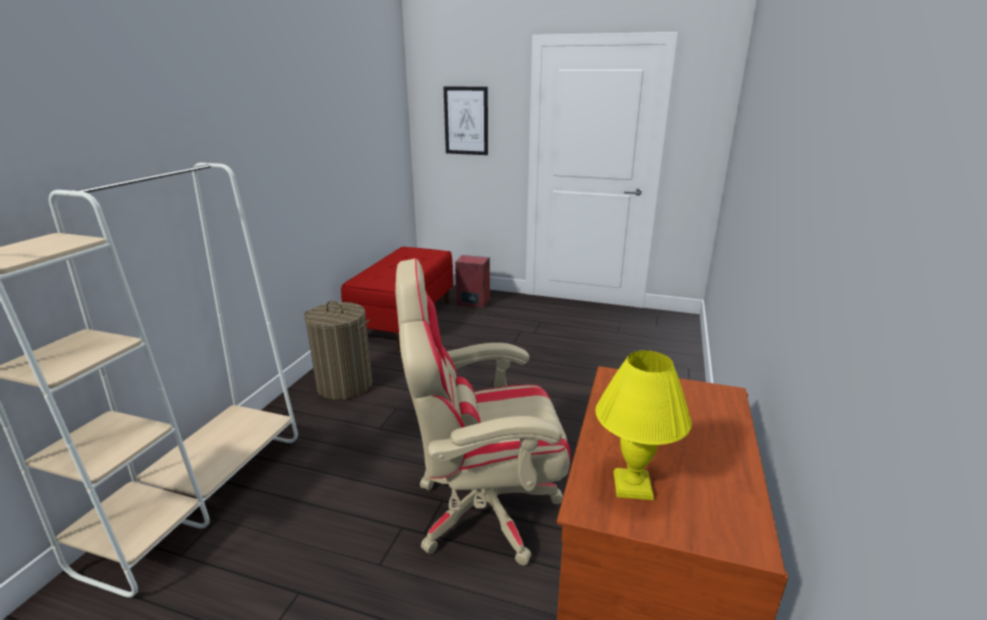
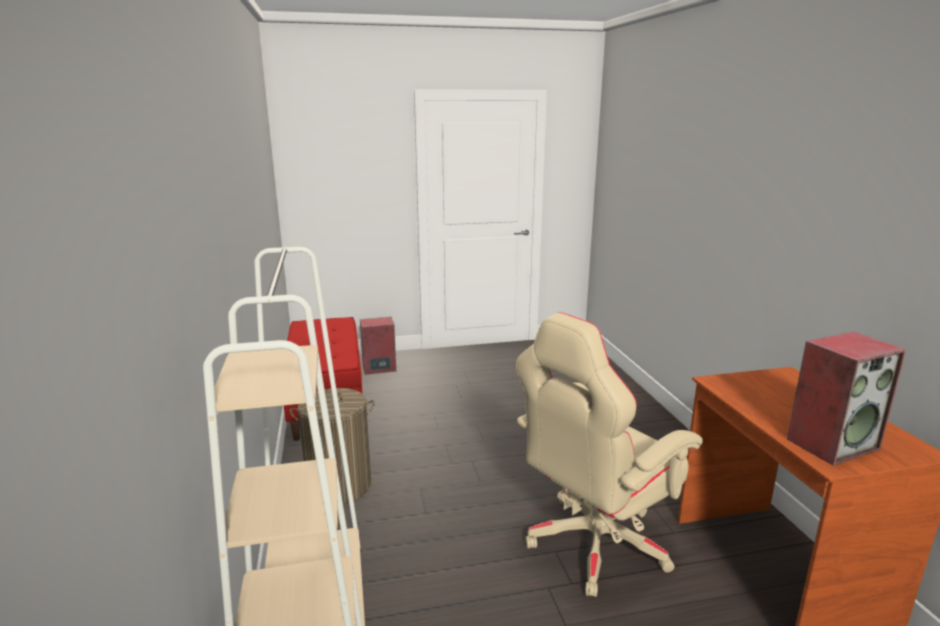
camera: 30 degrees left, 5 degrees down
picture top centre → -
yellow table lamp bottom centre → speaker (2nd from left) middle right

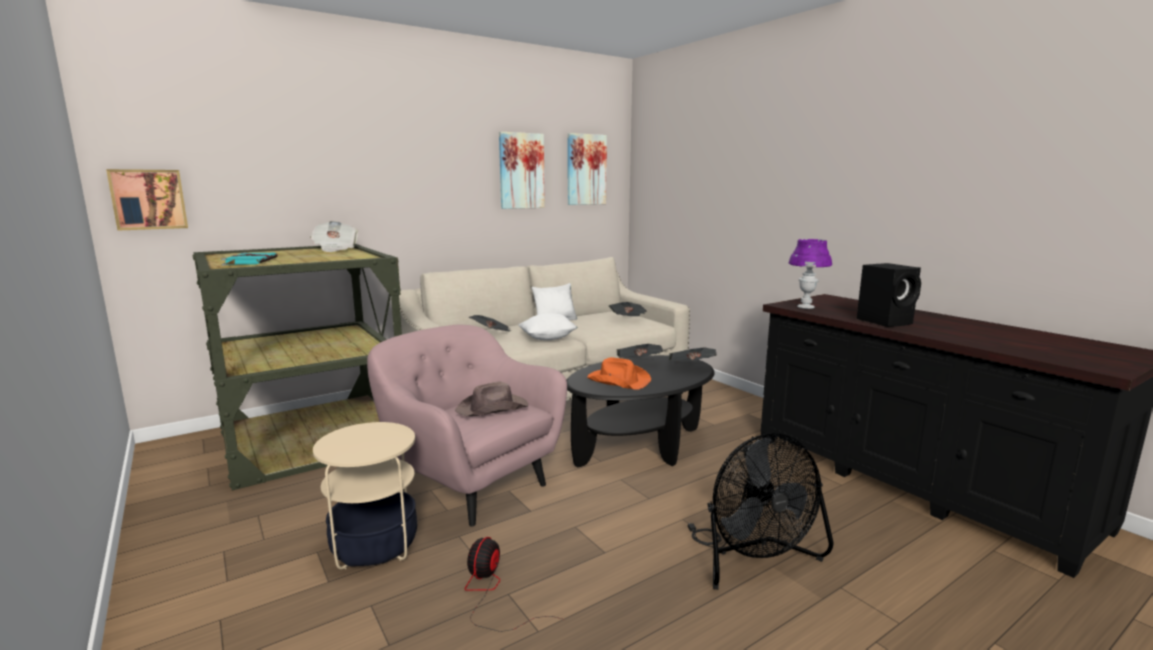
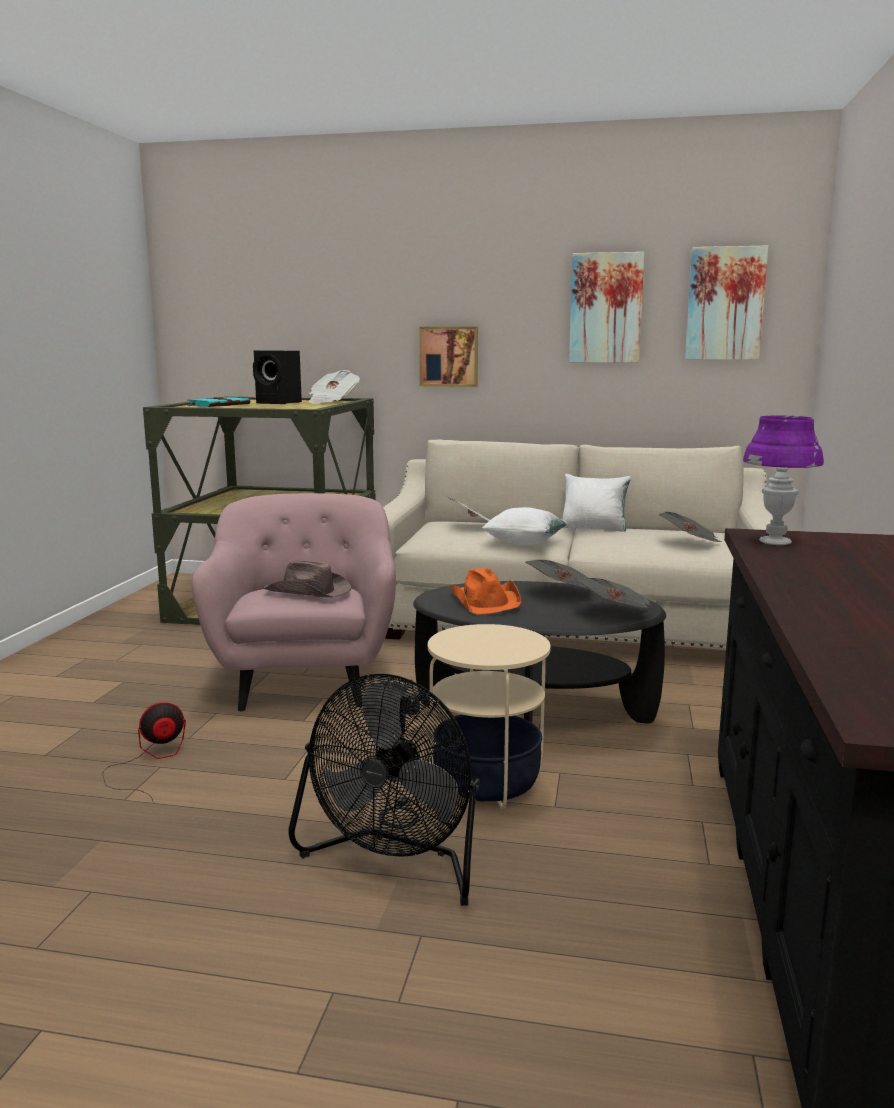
camera: 45 degrees right, 0 degrees up
picture (1st from left) top left → picture (1st from left) top centre, moved
black speaker middle right → black speaker middle left, moved
beige side table bottom left → beige side table centre, moved

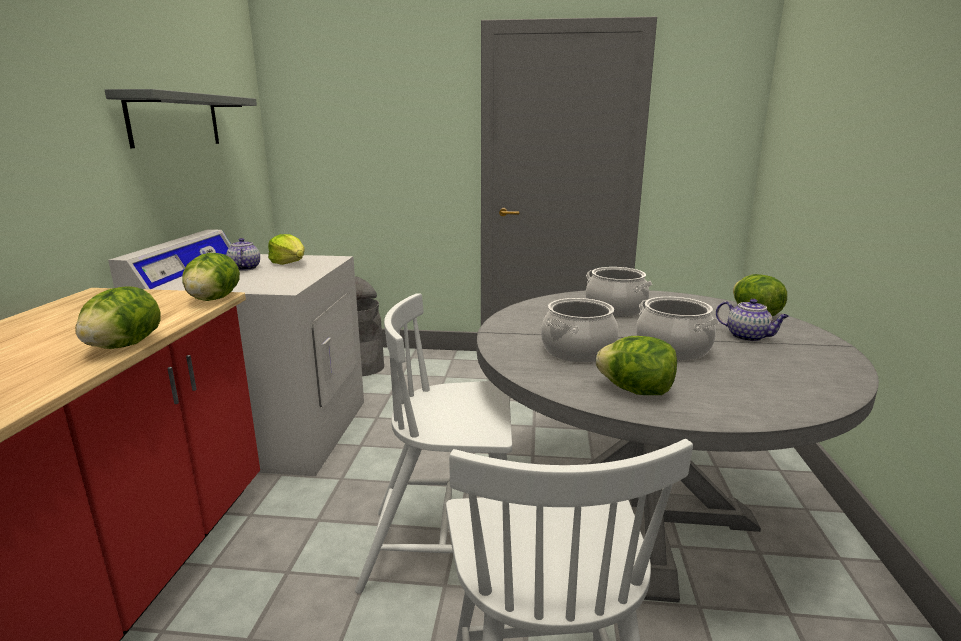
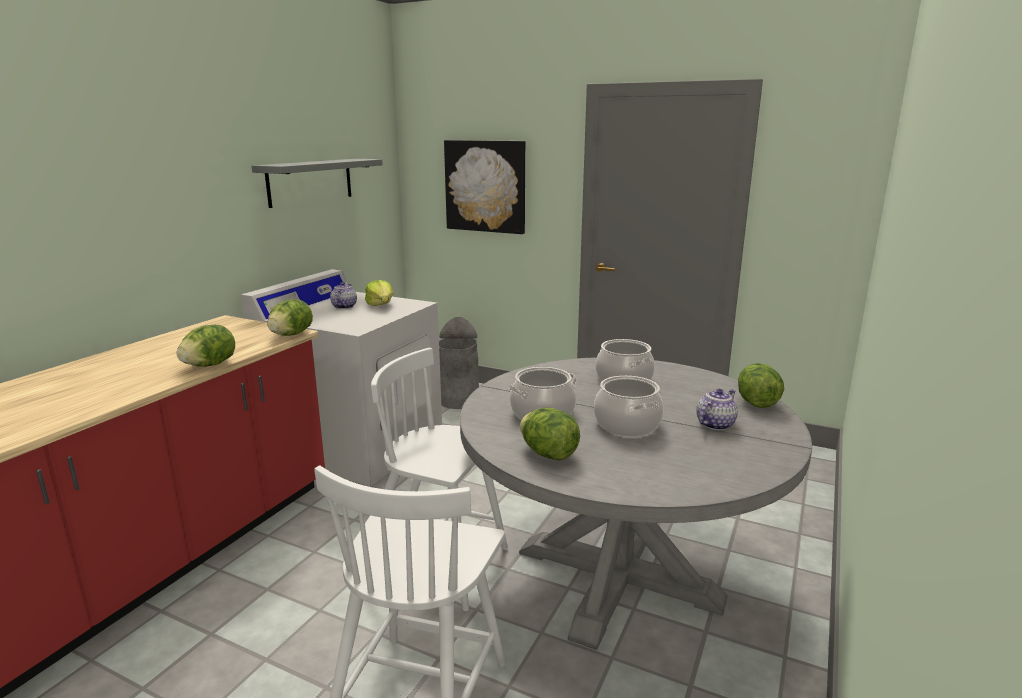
camera: 20 degrees right, 0 degrees up
teapot (2nd from left) middle right, 105 degrees counterclockwise
- → picture top centre

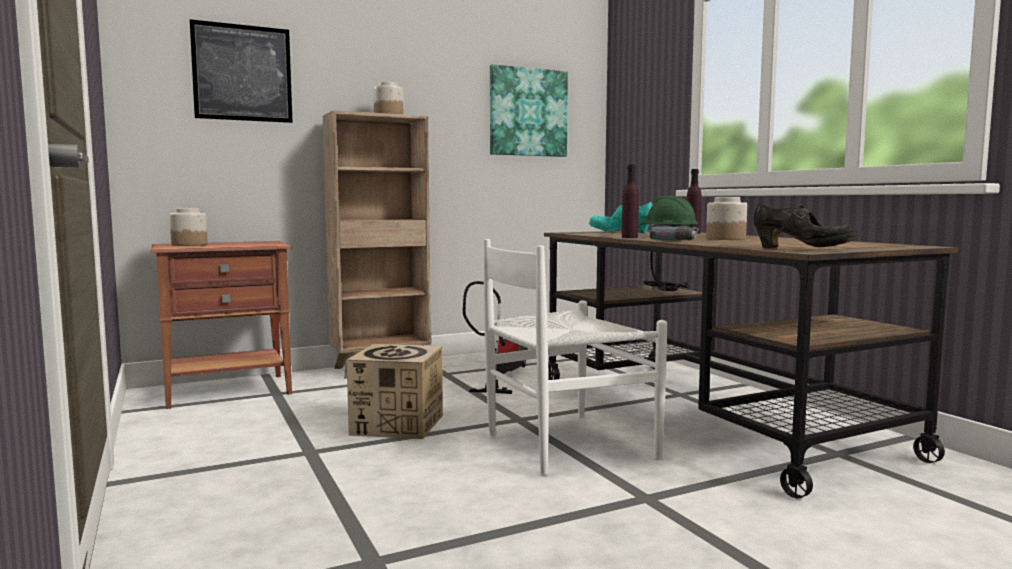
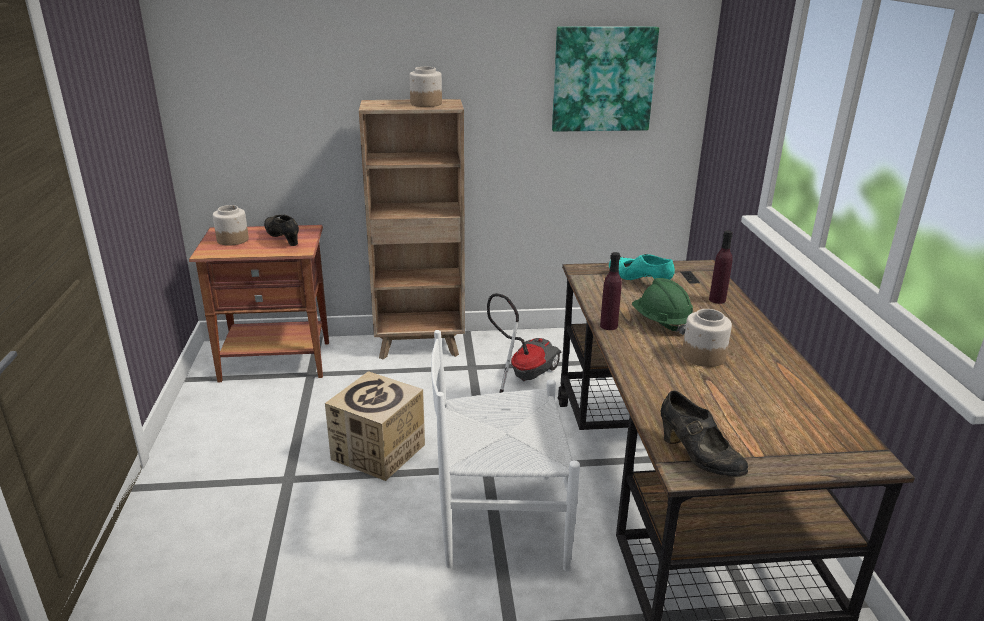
camera: 20 degrees right, 20 degrees up
picture (1st from left) top left → -
power drill centre → -
- → black shoe (1st from left) middle left

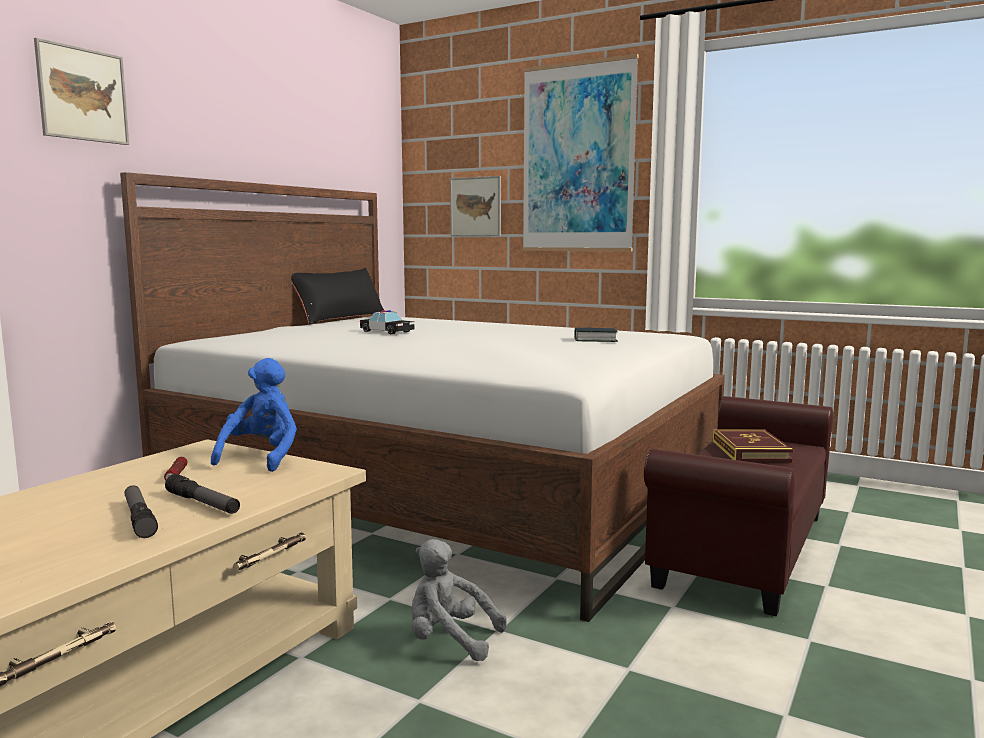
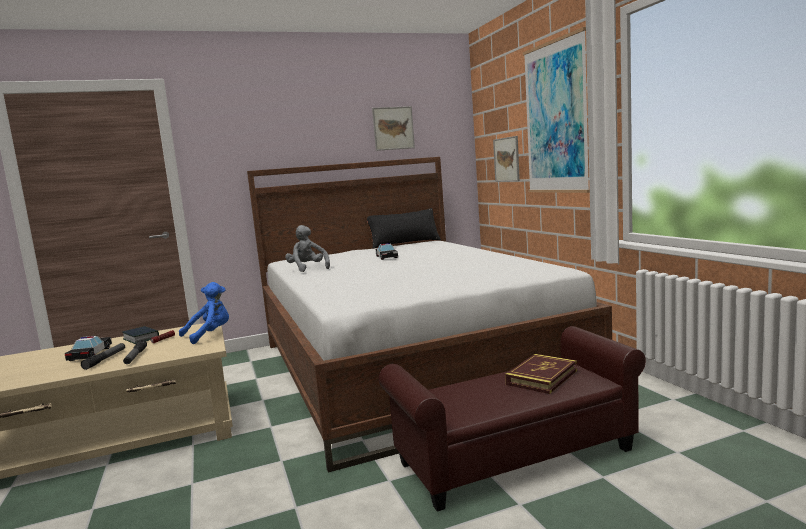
camera: 40 degrees right, 0 degrees up
picture (1st from left) top left → picture (1st from left) top centre, moved
book (1st from left) centre → book (1st from left) middle left, moved
grey plush toy bottom centre → grey plush toy centre, moved
- → toy car (1st from left) middle left

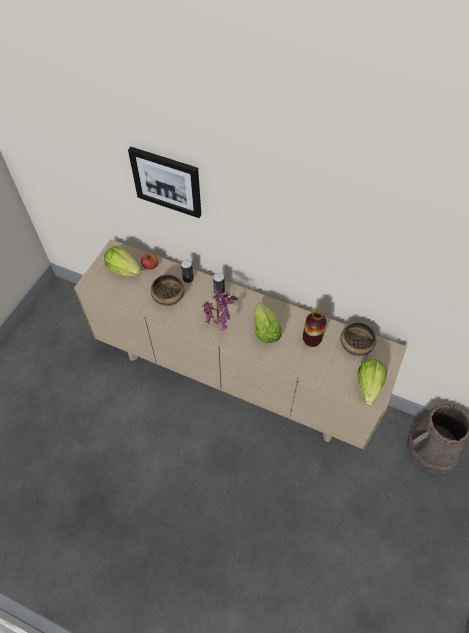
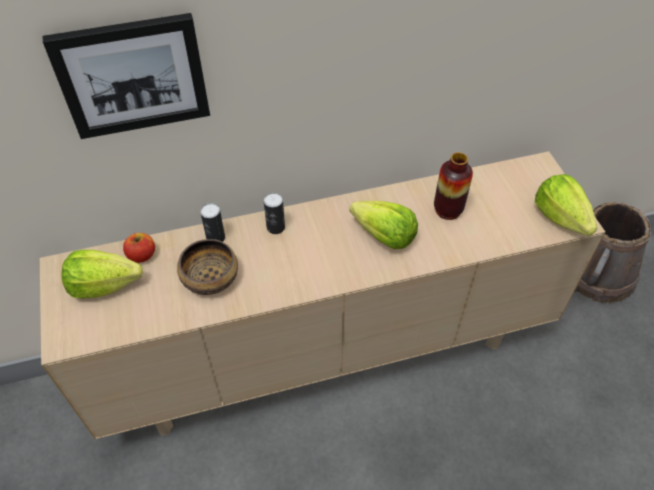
camera: 40 degrees left, 5 degrees down
potted plant centre → -
bowl (2nd from left) middle right → -

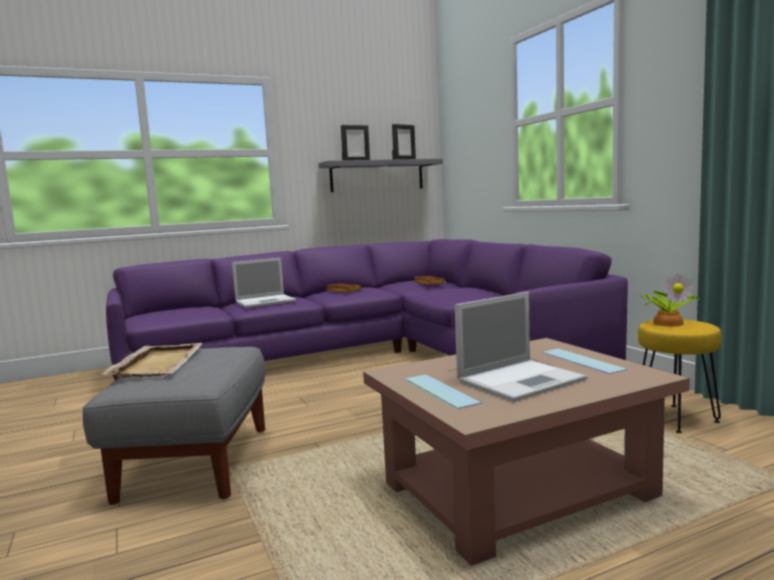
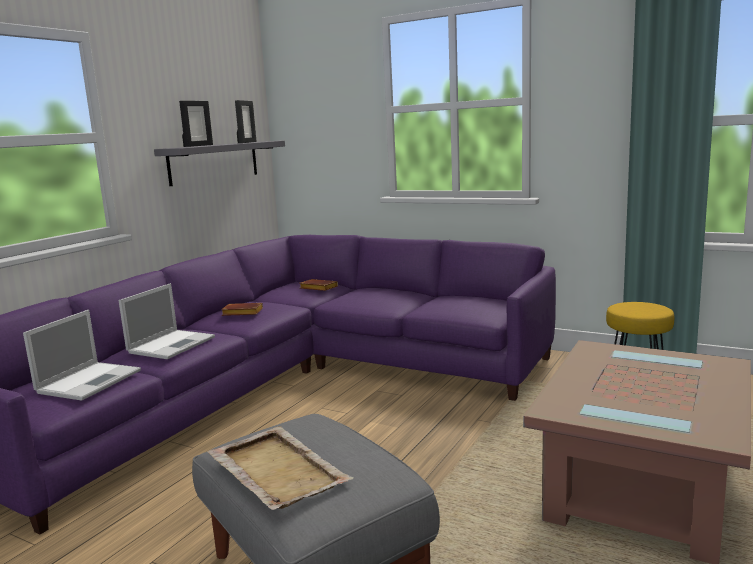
camera: 35 degrees left, 5 degrees up
potted plant middle right → -
laptop (2nd from left in the first image) middle right → laptop (1st from left) middle left, moved

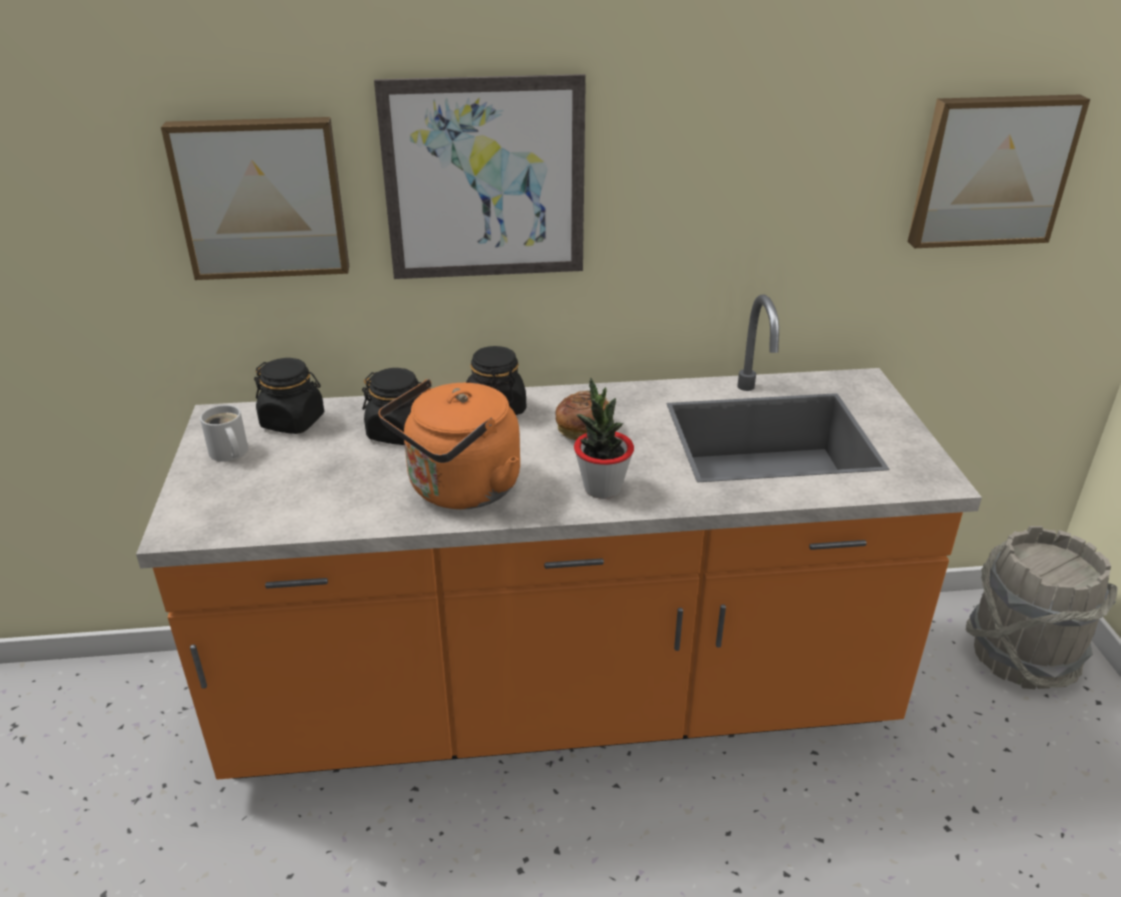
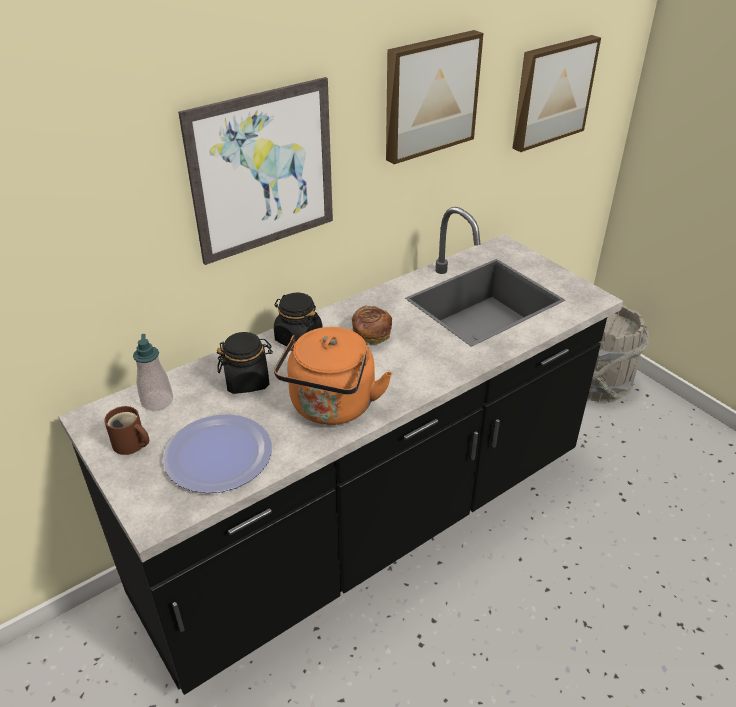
camera: 30 degrees left, 5 degrees up
picture (1st from left in the first image) top left → picture (2nd from left) top centre, moved
orange counter centre → black counter centre
black jar (1st from left) middle left → soap dispenser middle left
potted plant centre → -
white mug middle left → brown mug middle left
- → plate middle left

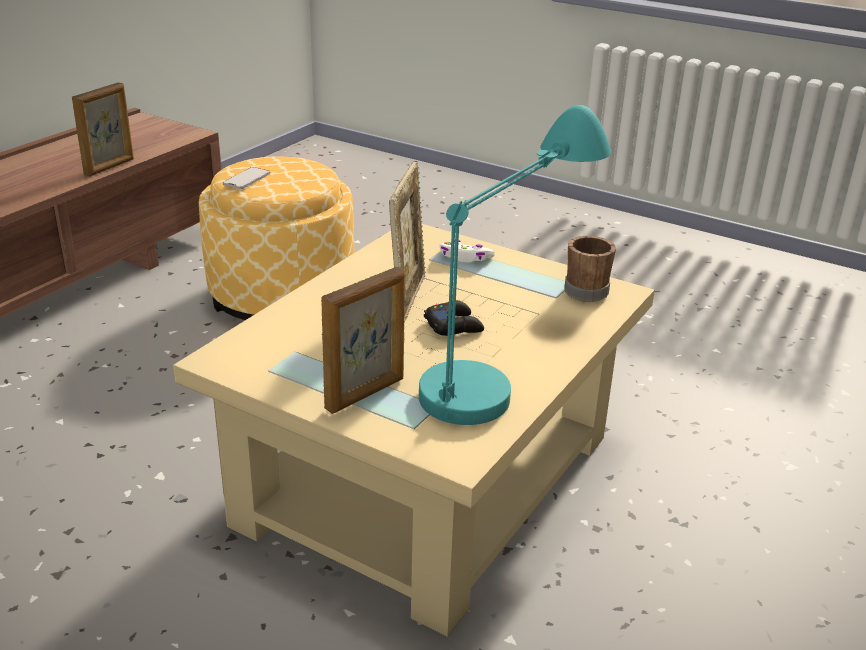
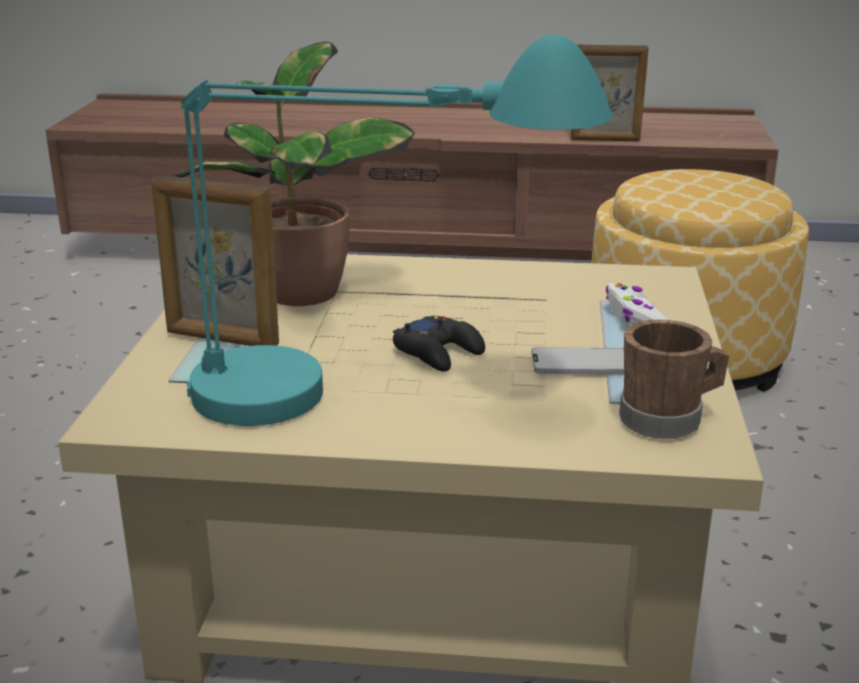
camera: 65 degrees right, 5 degrees down
picture frame (3rd from left) centre → -
phone top left → phone middle right, moved
- → potted plant top centre

